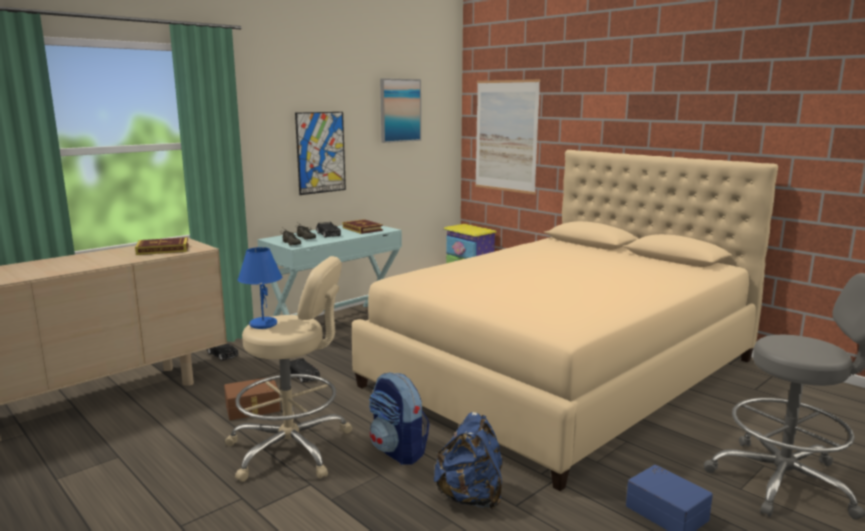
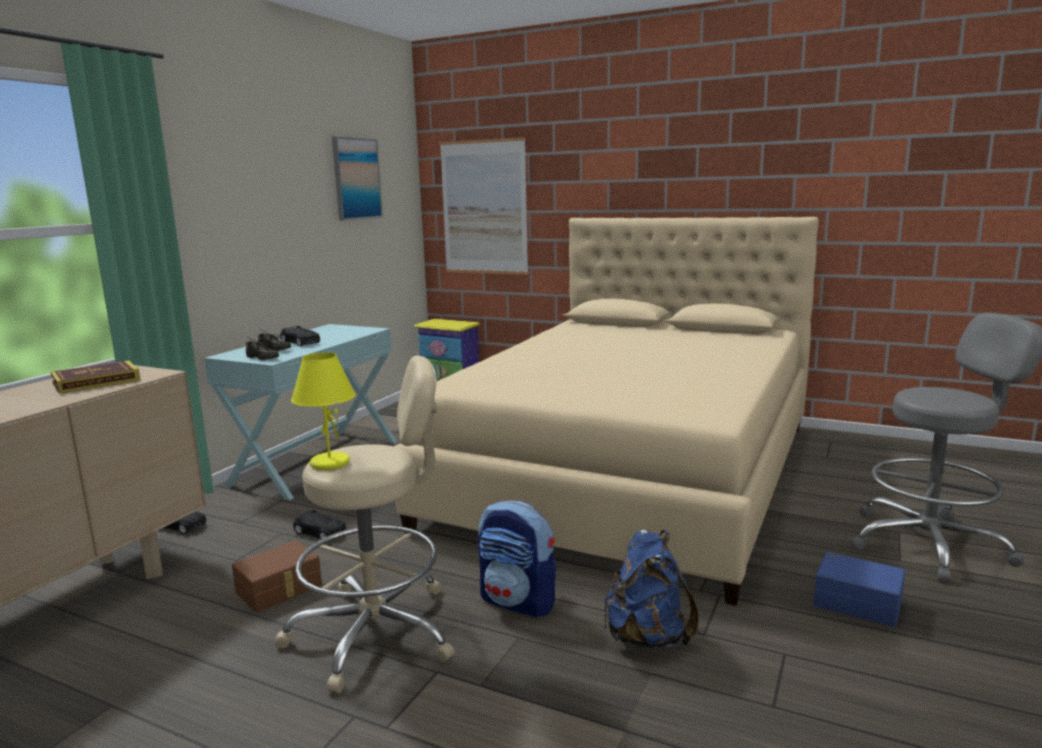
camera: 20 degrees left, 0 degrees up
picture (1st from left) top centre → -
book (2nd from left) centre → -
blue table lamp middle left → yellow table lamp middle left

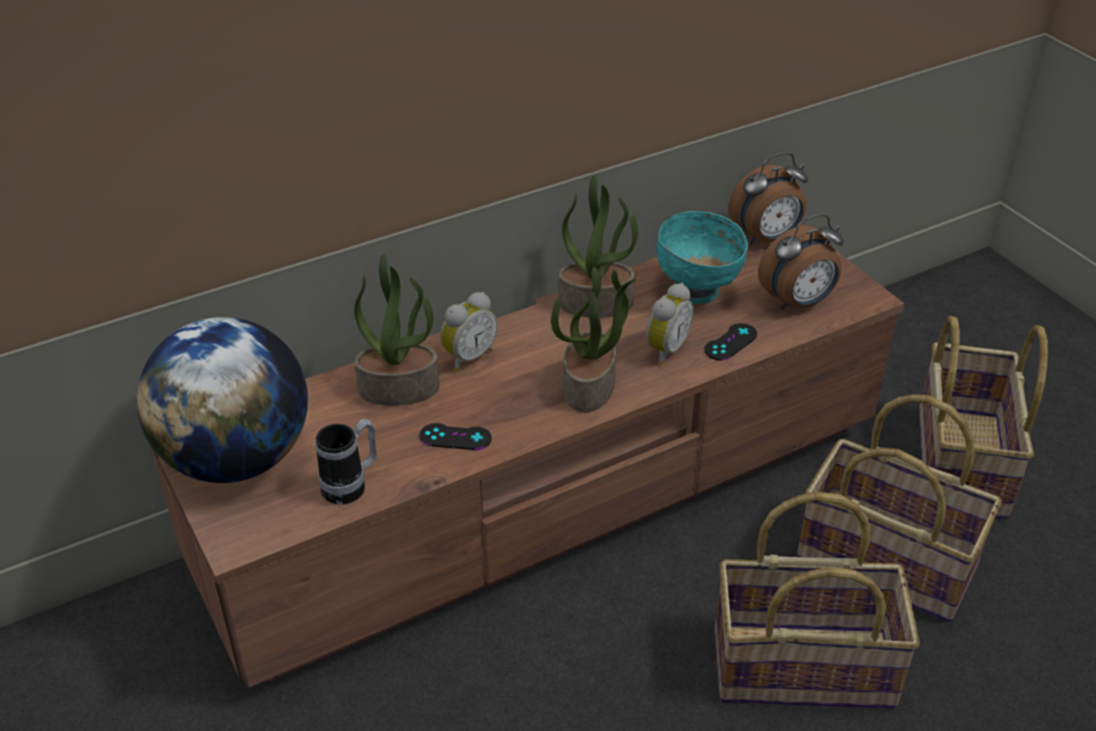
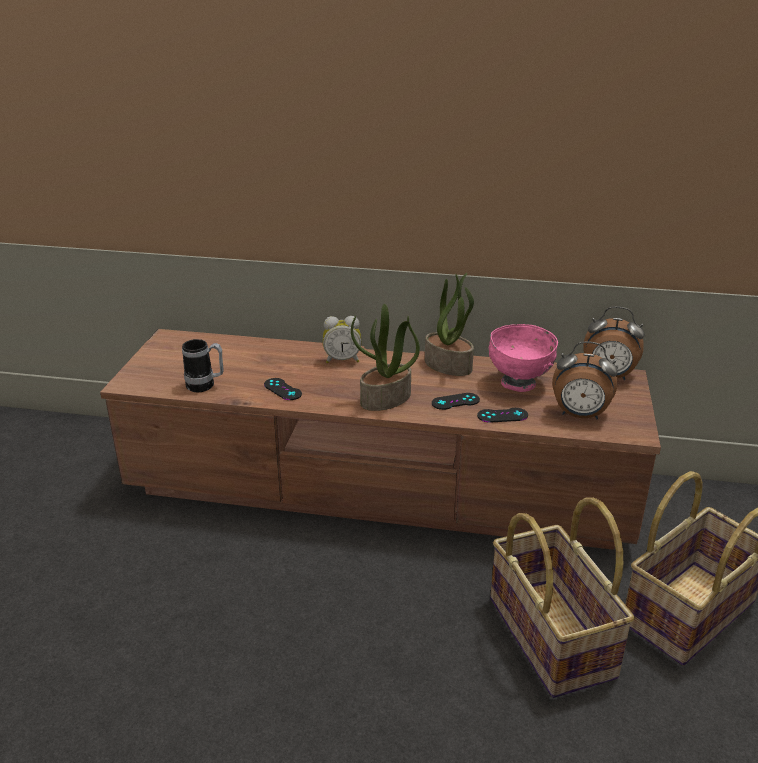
camera: 40 degrees right, 10 degrees down
turquoise bowl centre → pink bowl middle right
potted plant (1st from left) centre → -
alarm clock (2nd from left) centre → black game controller (2nd from left) centre
globe middle left → -
basket (1st from left) bottom right → -

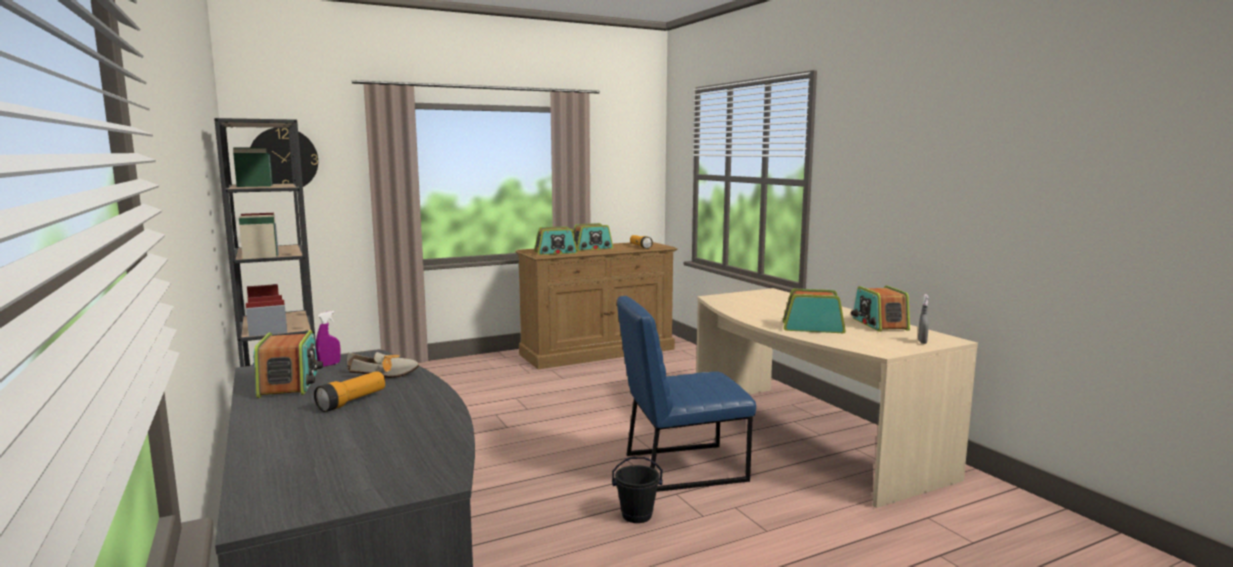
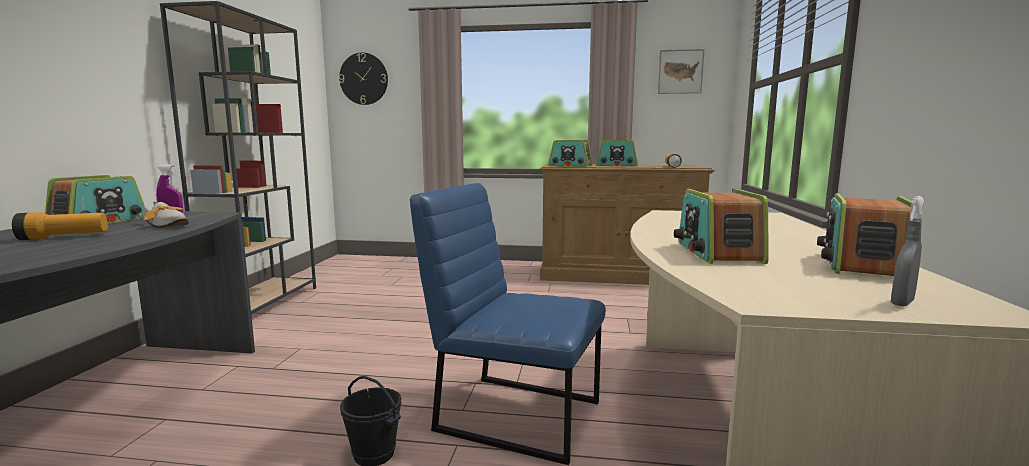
camera: 35 degrees right, 0 degrees up
radio (4th from left) centre → radio (4th from left) middle right, 135 degrees counterclockwise
- → picture top centre

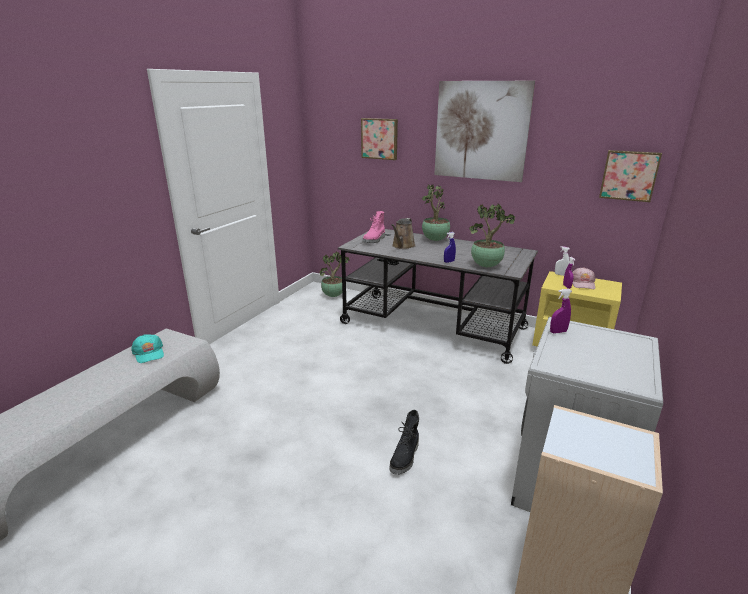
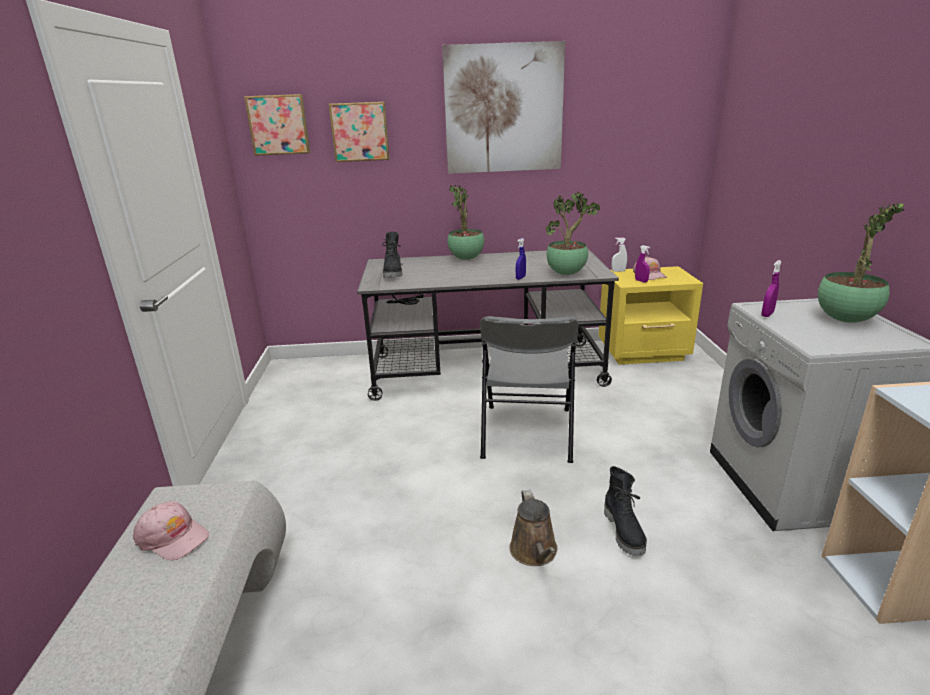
camera: 30 degrees left, 0 degrees up
picture (3rd from left in the first image) top right → picture (1st from left) top left, moved
pink boot centre → black boot (1st from left) centre
brown watering can centre → brown watering can bottom centre, moved
potted plant (1st from left in the first image) centre → potted plant (3rd from left) middle right, moved
turquoise cap middle left → pink cap (1st from left) bottom left
- → grey chair centre

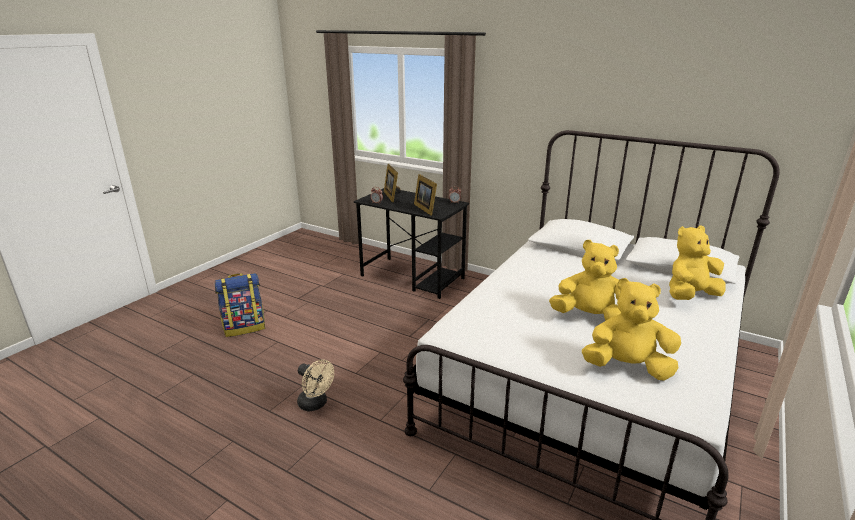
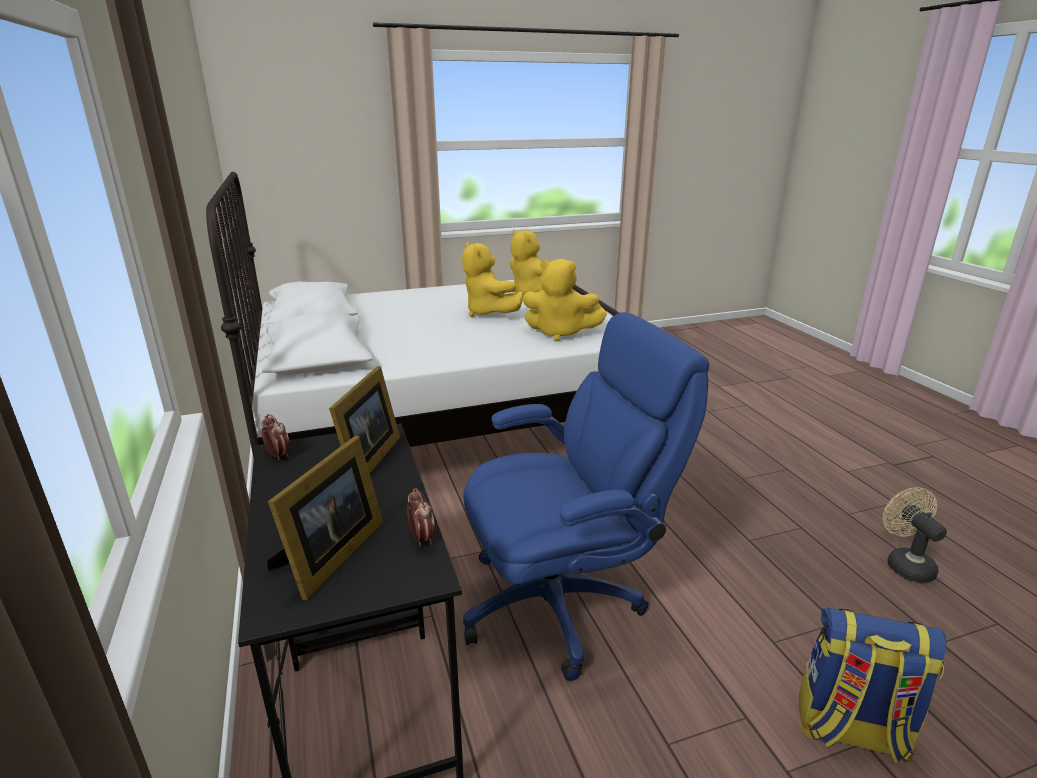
camera: 140 degrees left, 0 degrees up
yellow plush toy (3rd from left) middle right → yellow plush toy (3rd from left) centre, moved
beige fan bottom centre → beige fan bottom right, moved
- → blue office chair centre

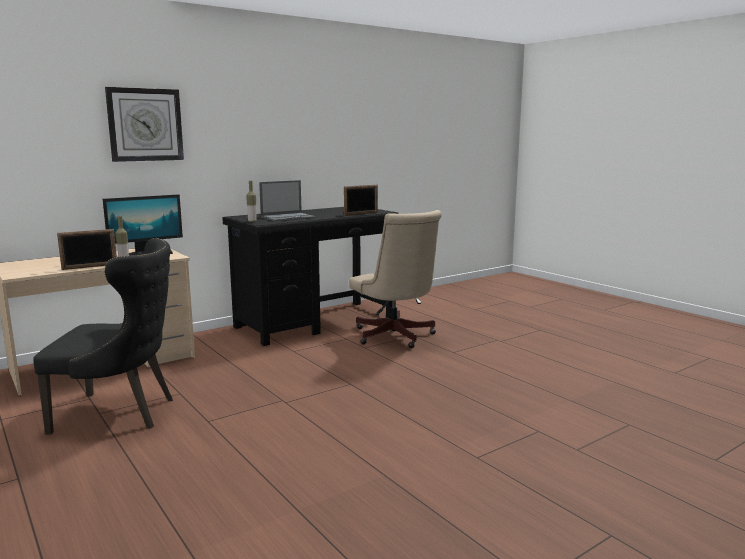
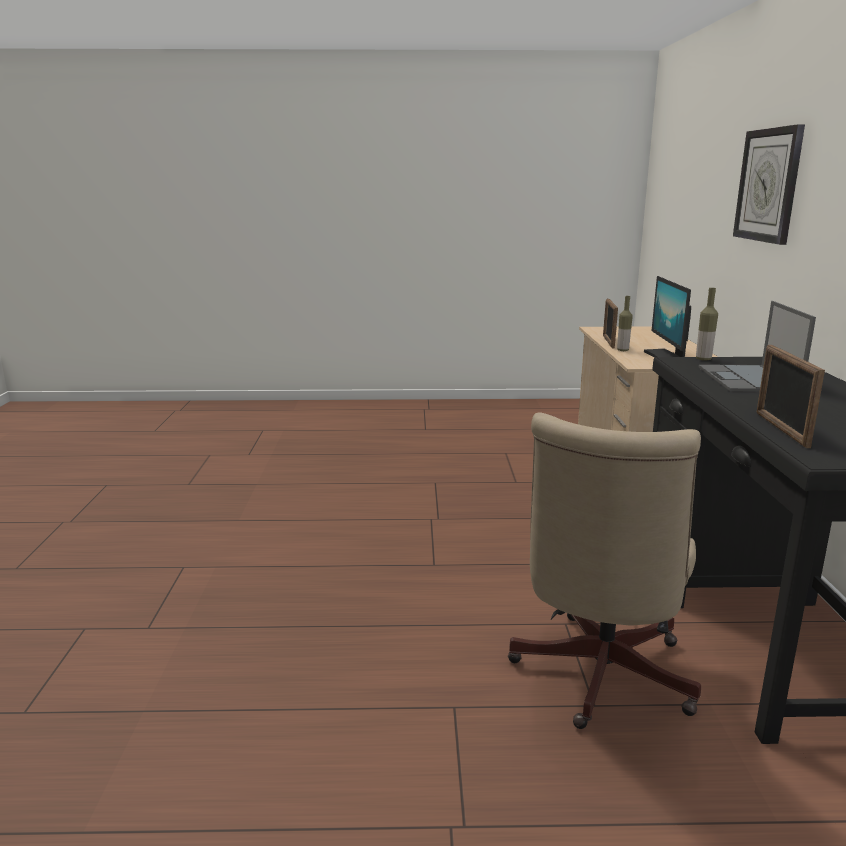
camera: 125 degrees right, 5 degrees up
beige office chair centre → beige office chair bottom right, 75 degrees counterclockwise
black chair middle left → -

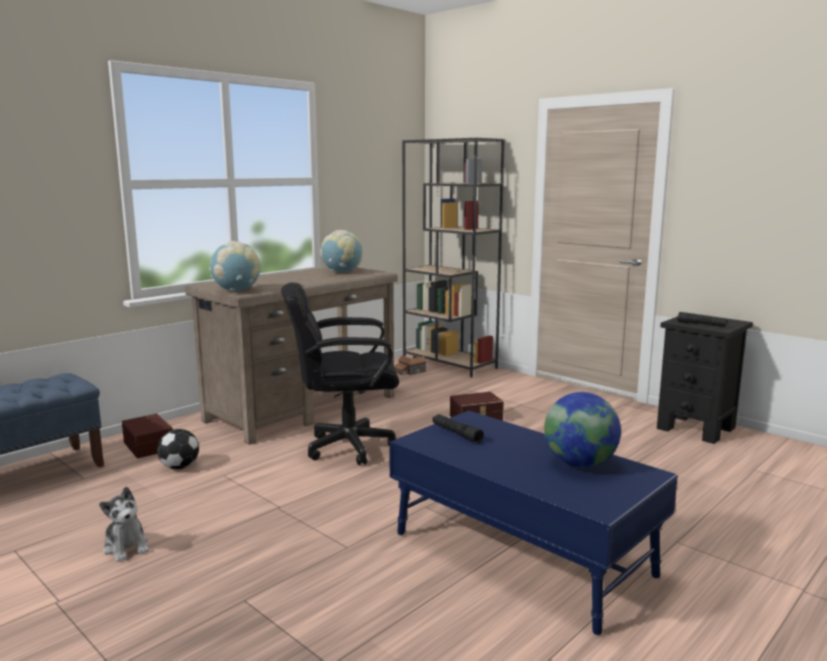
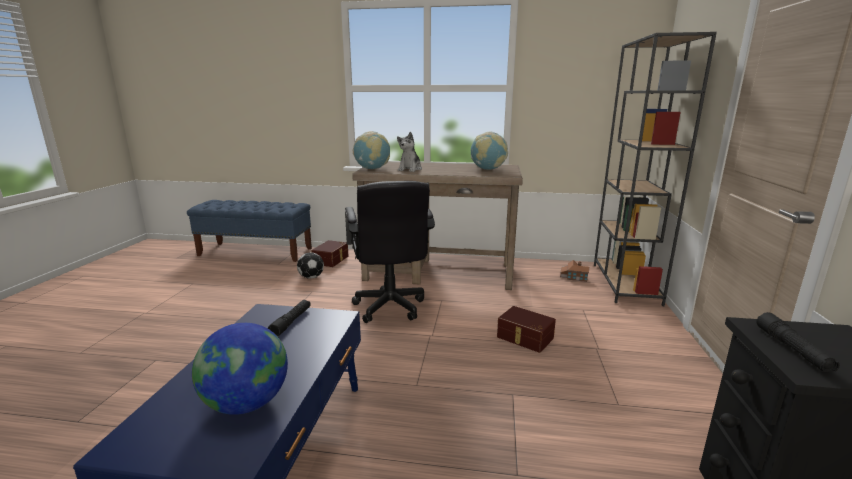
camera: 55 degrees right, 5 degrees up
black office chair centre, 150 degrees counterclockwise
plush toy bottom left → plush toy top centre, moved

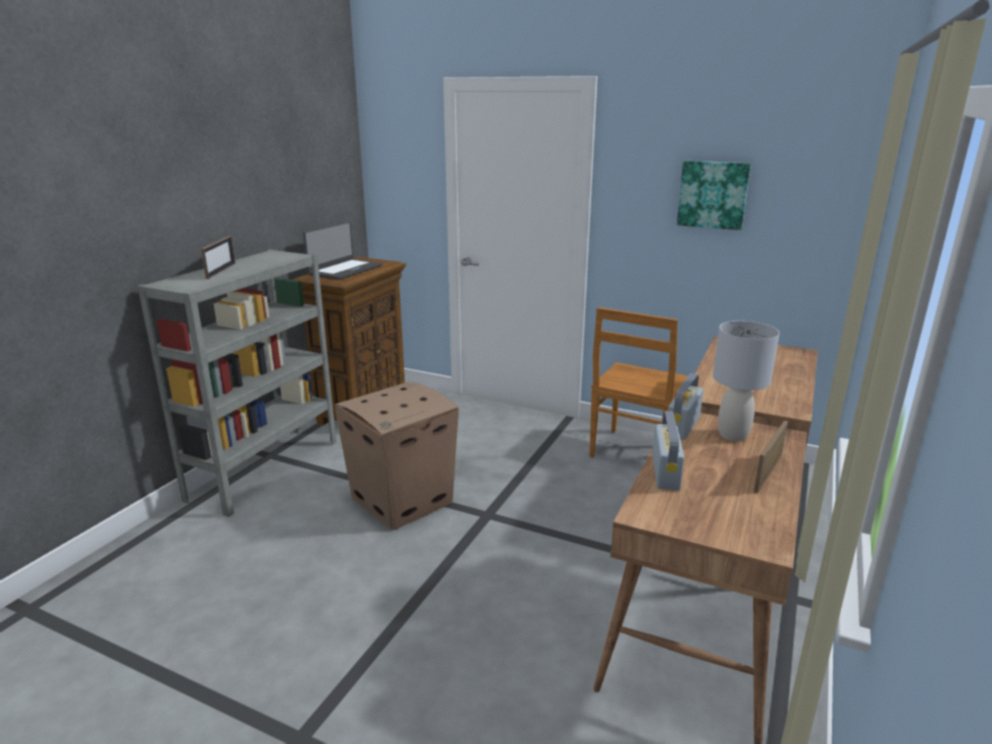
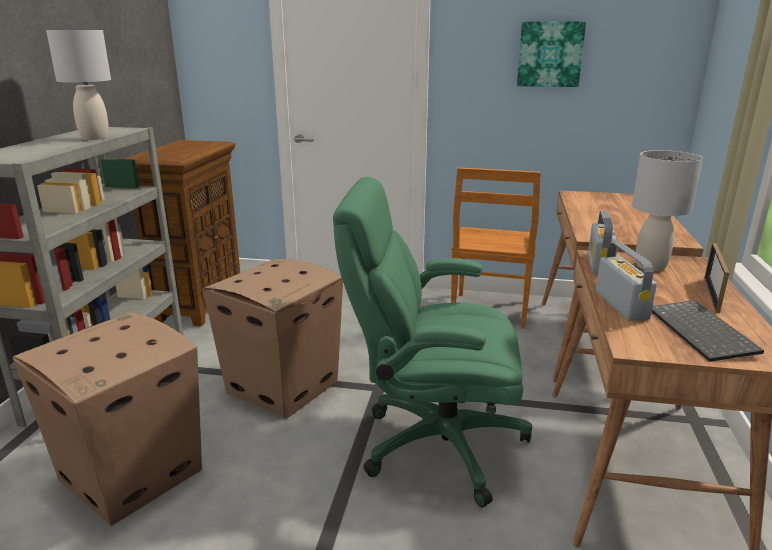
camera: 15 degrees left, 0 degrees up
laptop centre → -
picture frame (1st from left) middle left → -
- → grey table lamp (1st from left) top left
- → green office chair centre
- → keyboard middle right
- → cardboard box (1st from left) bottom left

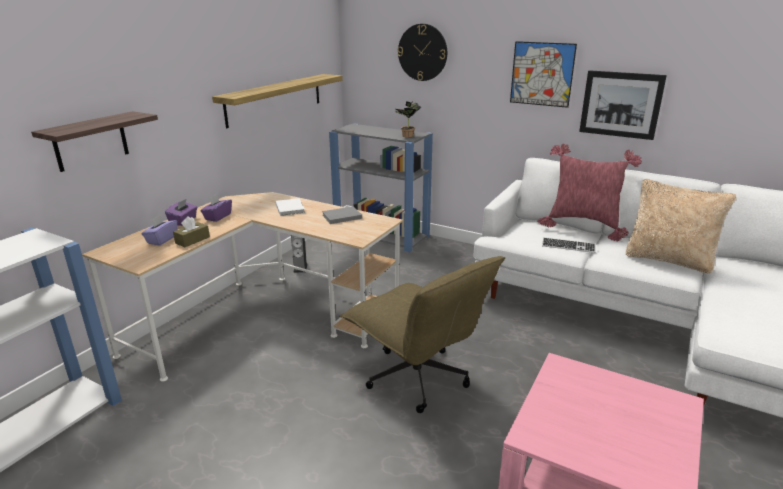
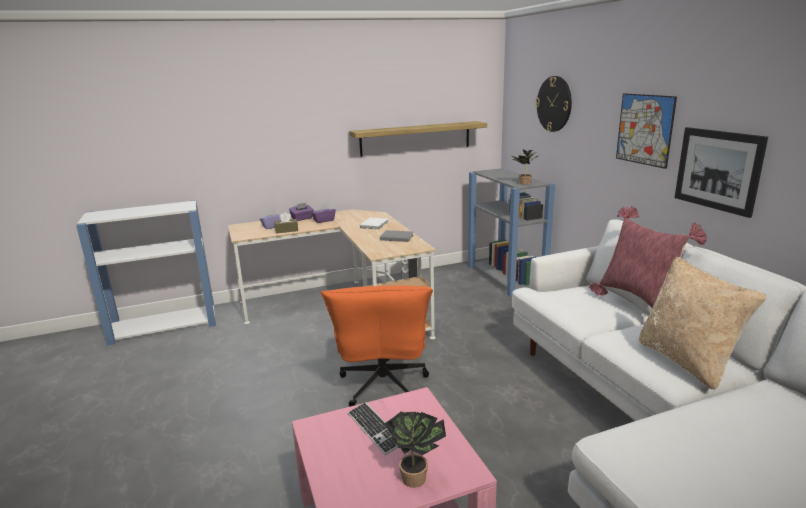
camera: 40 degrees right, 5 degrees down
shelf (1st from left) top left → -
keyboard middle right → keyboard bottom centre, moved
beige office chair bottom centre → orange office chair bottom centre
- → potted plant (1st from left) bottom centre

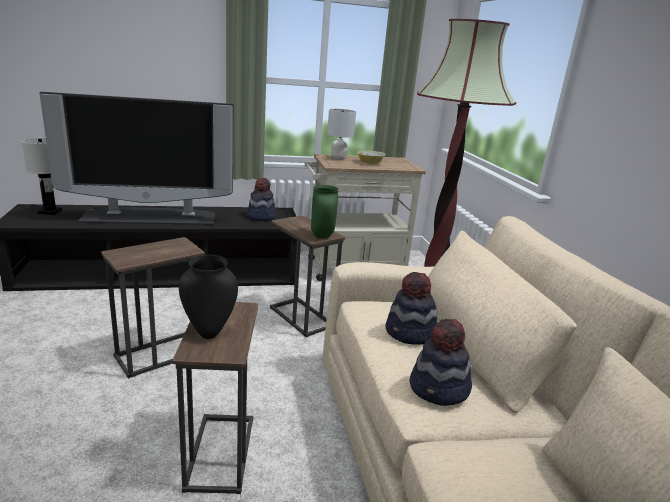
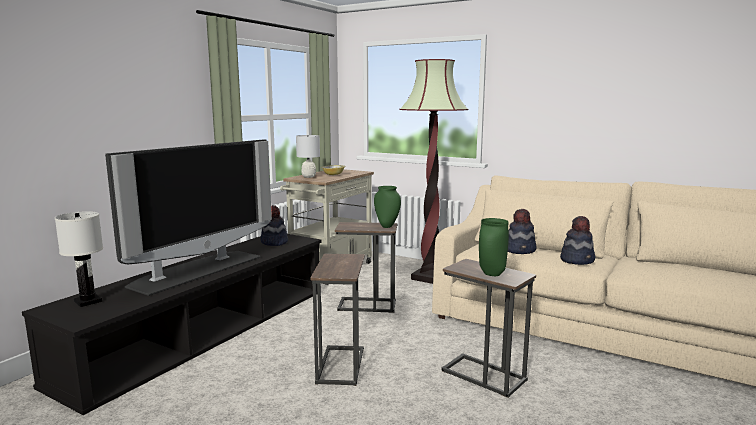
camera: 45 degrees left, 10 degrees down
black vase middle left → green vase (2nd from left) centre

